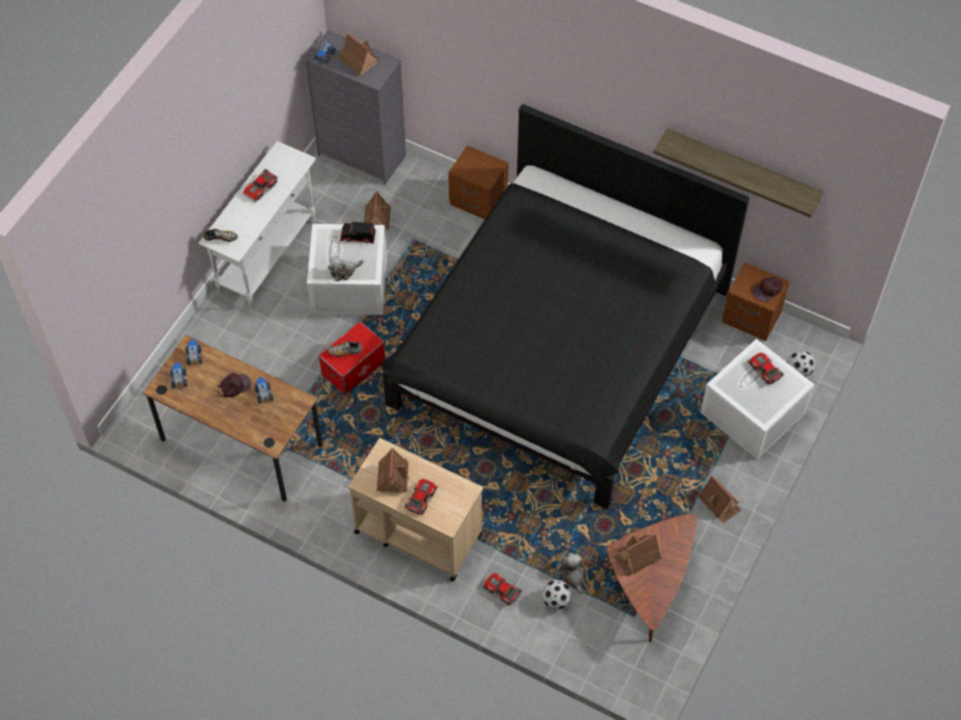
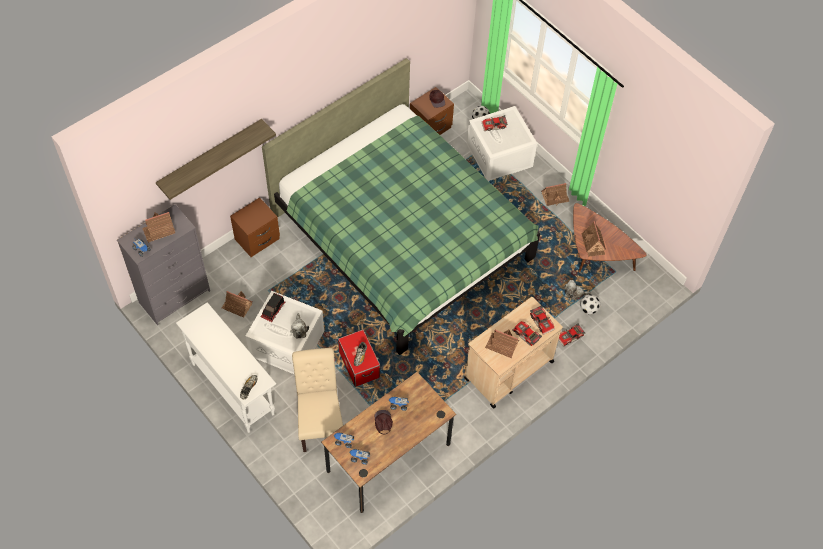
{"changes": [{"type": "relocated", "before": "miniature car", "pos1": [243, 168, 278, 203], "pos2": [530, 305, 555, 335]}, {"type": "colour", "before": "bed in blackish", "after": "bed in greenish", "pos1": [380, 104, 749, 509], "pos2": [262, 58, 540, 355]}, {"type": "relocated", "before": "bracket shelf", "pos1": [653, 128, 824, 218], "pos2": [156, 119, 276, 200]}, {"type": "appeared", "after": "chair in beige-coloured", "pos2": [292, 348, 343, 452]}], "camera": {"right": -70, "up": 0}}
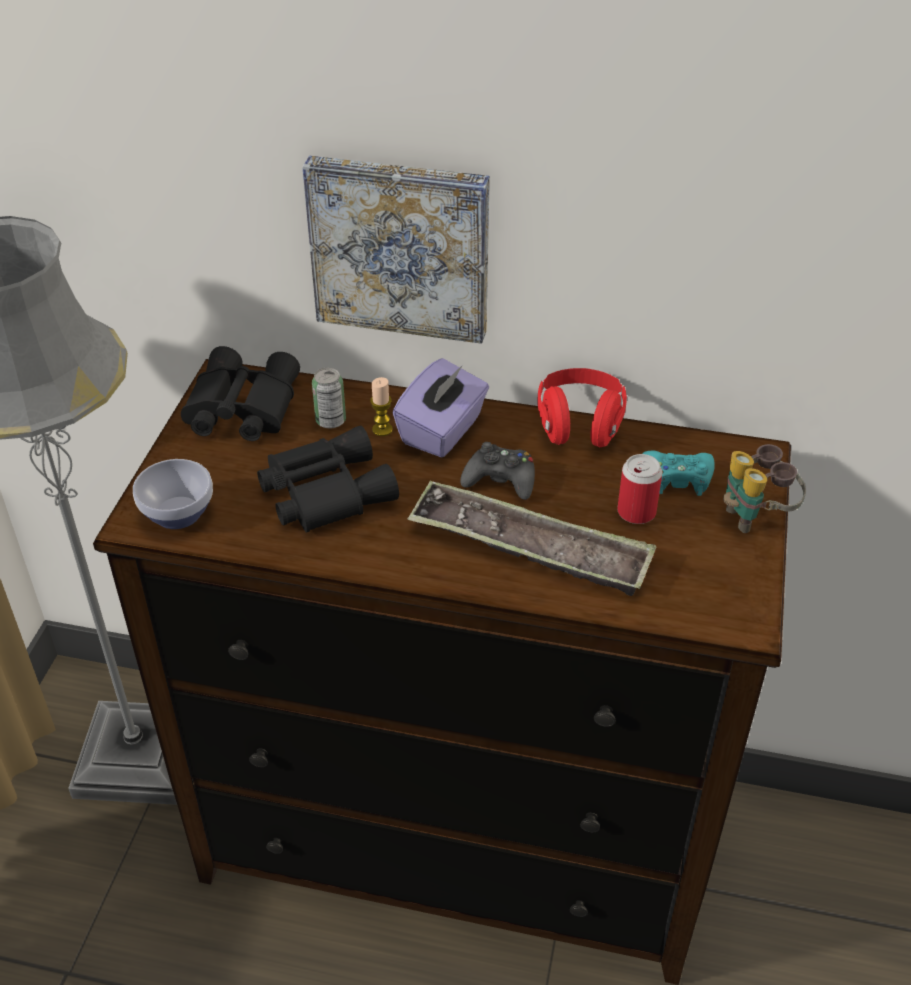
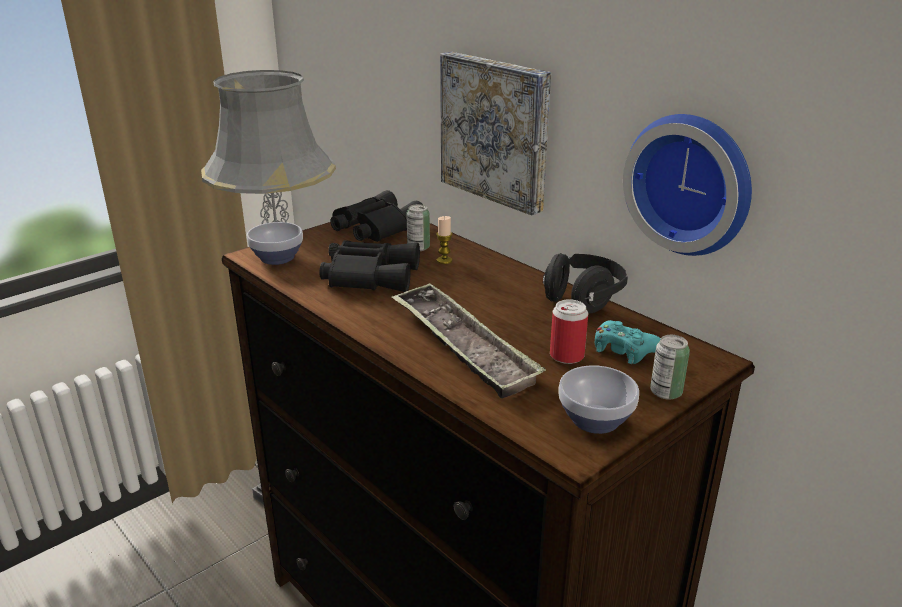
{"changes": [{"type": "missing", "before": "box of tissues in purple-coloured", "pos1": [393, 358, 489, 458]}, {"type": "missing", "before": "joypad in blackish", "pos1": [460, 442, 535, 500]}, {"type": "colour", "before": "headphones in red-coloured", "after": "headphones in blackish", "pos1": [537, 368, 627, 448], "pos2": [543, 253, 628, 313]}, {"type": "exchanged", "before": "field glasses", "after": "sealed can", "pos1": [723, 444, 806, 533], "pos2": [650, 335, 690, 400]}, {"type": "appeared", "after": "serving bowl", "pos2": [558, 365, 639, 434]}, {"type": "appeared", "after": "hanging clock", "pos2": [623, 114, 752, 256]}], "camera": {"right": 35, "up": -15}}
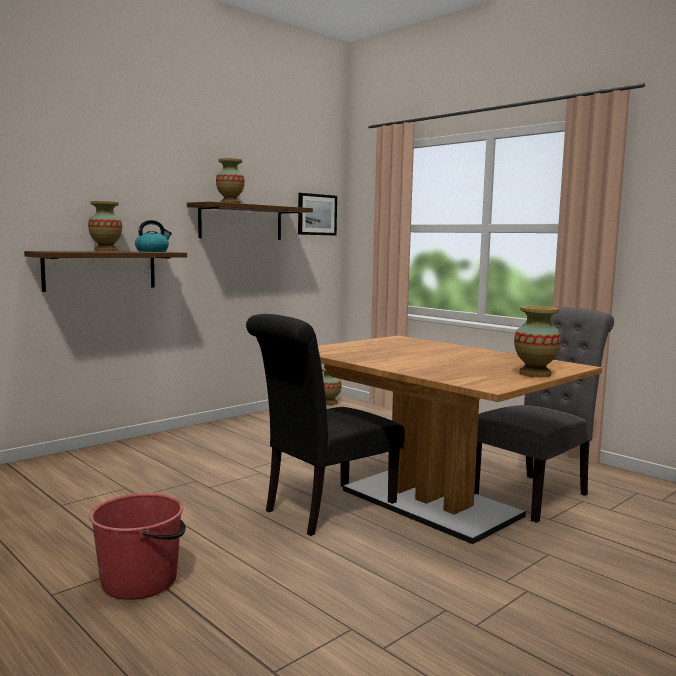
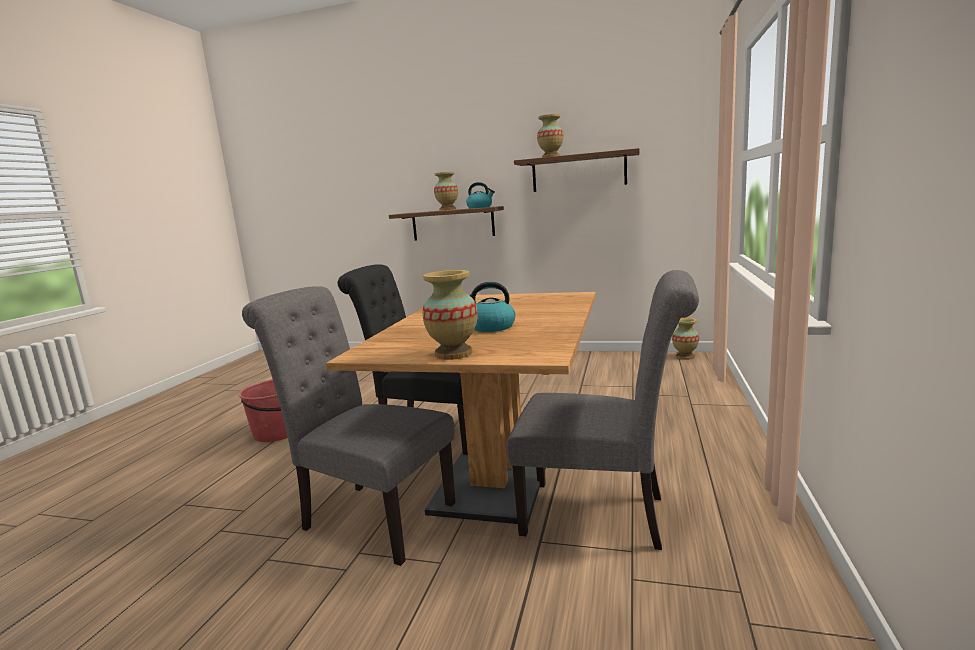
{"changes": [{"type": "missing", "before": "picture", "pos1": [298, 193, 337, 236]}, {"type": "appeared", "after": "chair in grey", "pos2": [242, 286, 456, 566]}, {"type": "appeared", "after": "water kettle", "pos2": [470, 282, 516, 332]}], "camera": {"right": 60, "up": 5}}
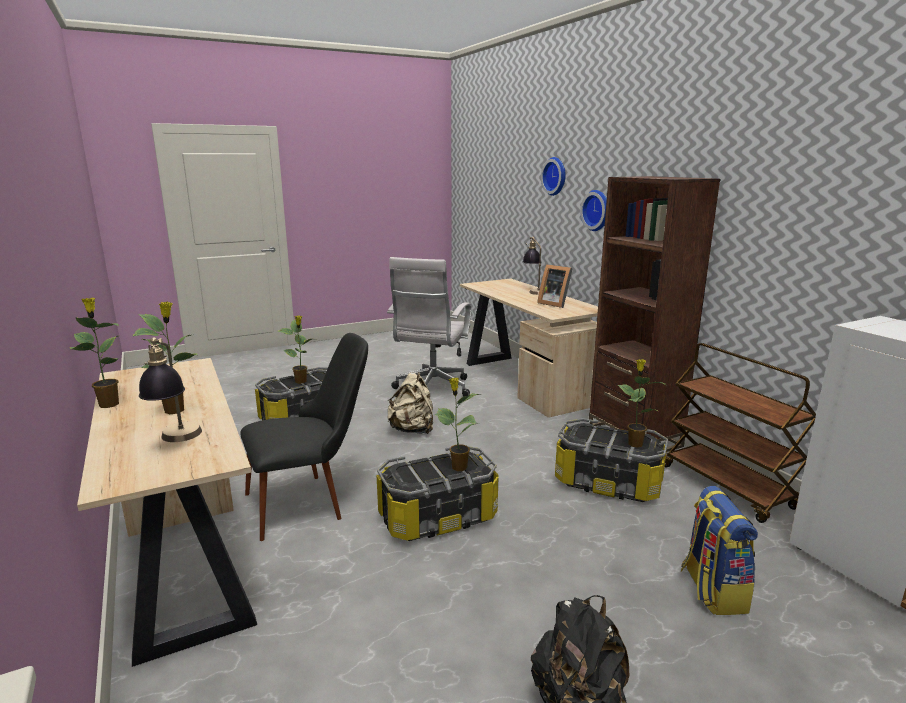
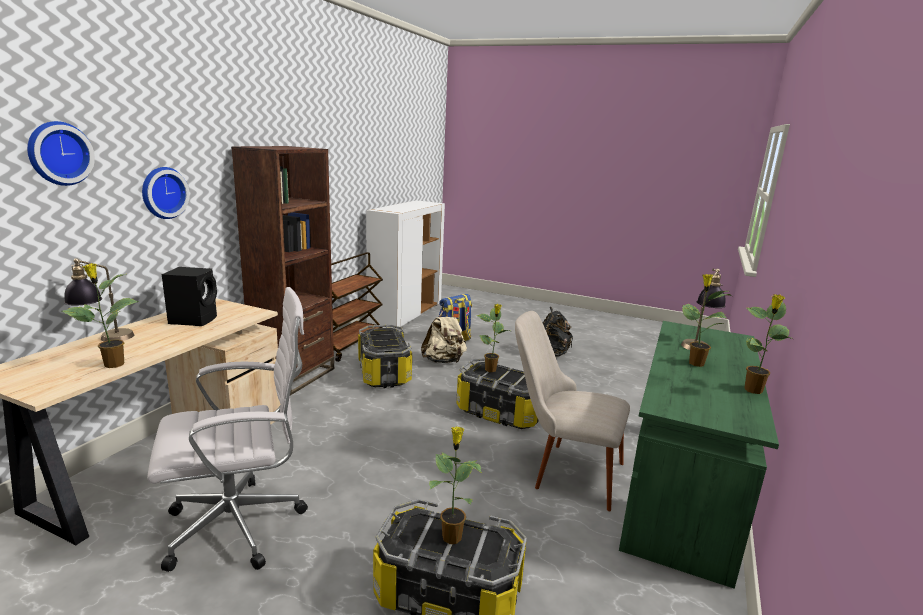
{"changes": [{"type": "colour", "before": "desk in beige-coloured", "after": "desk in greenish", "pos1": [77, 358, 257, 667], "pos2": [619, 321, 779, 589]}, {"type": "colour", "before": "chair in blackish", "after": "chair in beige-coloured", "pos1": [241, 333, 368, 541], "pos2": [515, 311, 630, 511]}, {"type": "relocated", "before": "rucksack in beige-coloured", "pos1": [387, 372, 433, 434], "pos2": [421, 310, 467, 363]}, {"type": "exchanged", "before": "photo frame", "after": "loudspeaker in blackish", "pos1": [537, 264, 573, 308], "pos2": [162, 267, 217, 326]}, {"type": "relocated", "before": "houseplant", "pos1": [618, 359, 668, 448], "pos2": [62, 263, 139, 368]}], "camera": {"right": -130, "up": 0}}
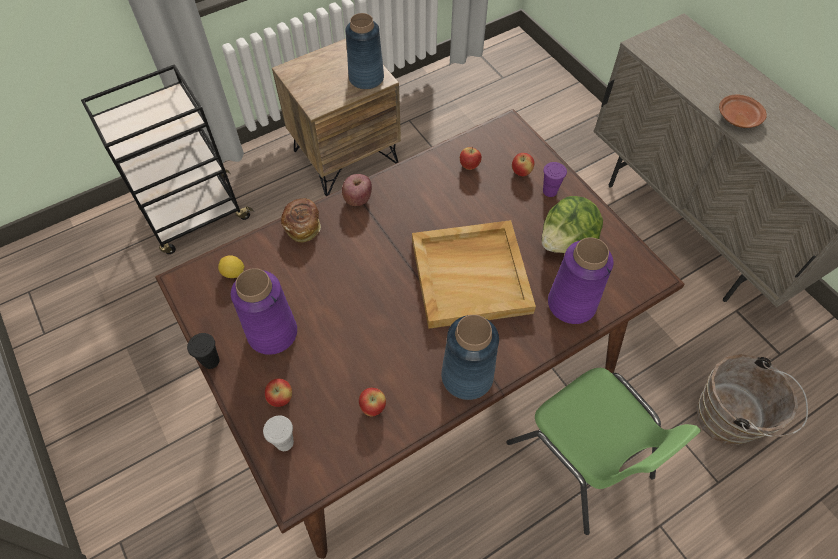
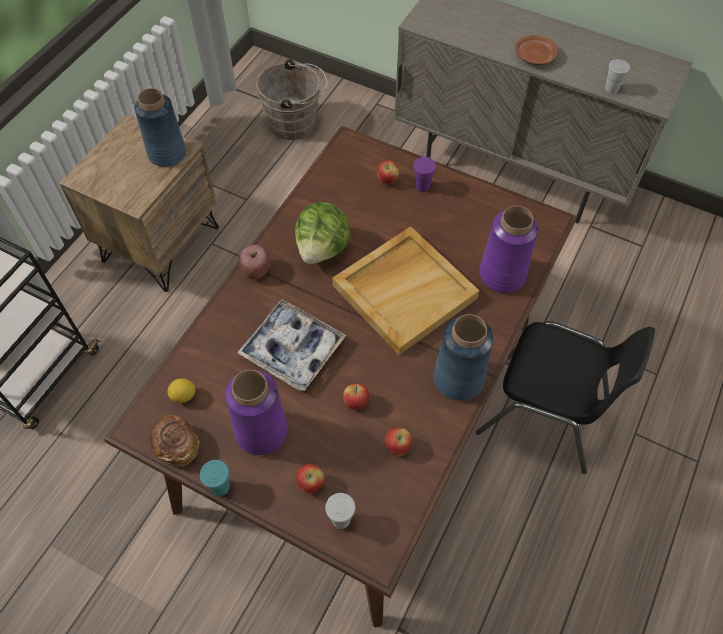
{"changes": [{"type": "colour", "before": "cup in blackish", "after": "cup in blue-green", "pos1": [187, 333, 219, 369], "pos2": [200, 460, 230, 496]}, {"type": "relocated", "before": "bread", "pos1": [281, 198, 321, 243], "pos2": [150, 415, 200, 467]}, {"type": "relocated", "before": "apple", "pos1": [460, 147, 482, 170], "pos2": [343, 384, 369, 410]}, {"type": "colour", "before": "chair in greenish", "after": "chair in blackish", "pos1": [507, 368, 701, 535], "pos2": [476, 321, 655, 474]}, {"type": "relocated", "before": "lettuce", "pos1": [542, 196, 603, 253], "pos2": [295, 202, 351, 264]}, {"type": "relocated", "before": "pail in brown", "pos1": [697, 354, 808, 445], "pos2": [256, 59, 328, 140]}, {"type": "appeared", "after": "carrying tray", "pos2": [237, 300, 346, 391]}, {"type": "appeared", "after": "cup in white-coloured", "pos2": [605, 59, 630, 94]}], "camera": {"right": -30, "up": 0}}
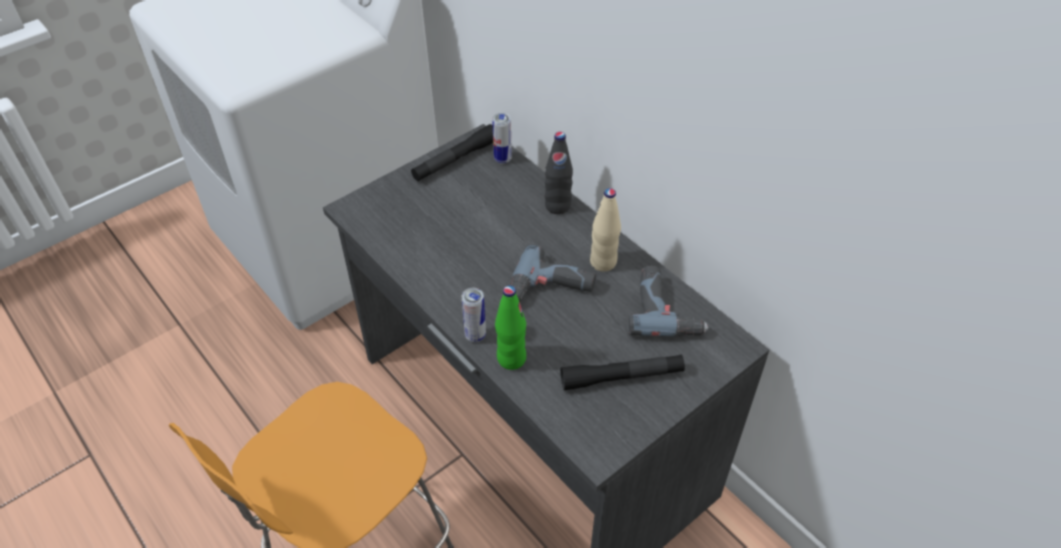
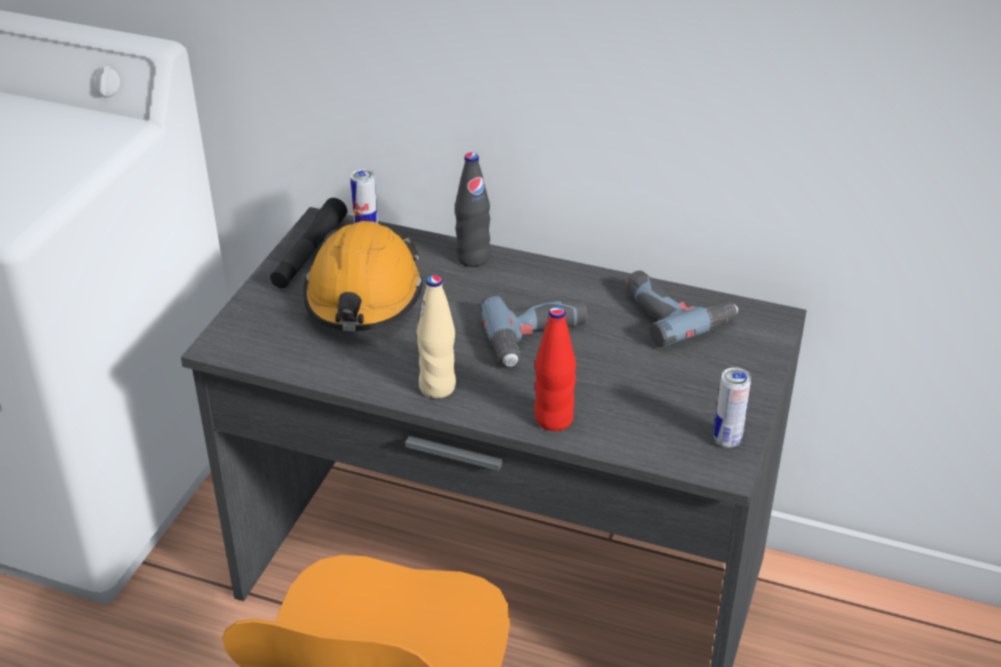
{"changes": [{"type": "relocated", "before": "sealed can", "pos1": [462, 288, 486, 342], "pos2": [714, 367, 751, 448]}, {"type": "colour", "before": "beverage bottle in greenish", "after": "beverage bottle in red-coloured", "pos1": [495, 285, 526, 370], "pos2": [534, 306, 576, 431]}, {"type": "missing", "before": "hand torch in blackish", "pos1": [560, 355, 685, 390]}, {"type": "relocated", "before": "beverage bottle in beige-coloured", "pos1": [590, 188, 621, 272], "pos2": [416, 275, 456, 398]}, {"type": "appeared", "after": "work helmet in orange", "pos2": [303, 221, 423, 331]}], "camera": {"right": -30, "up": -10}}
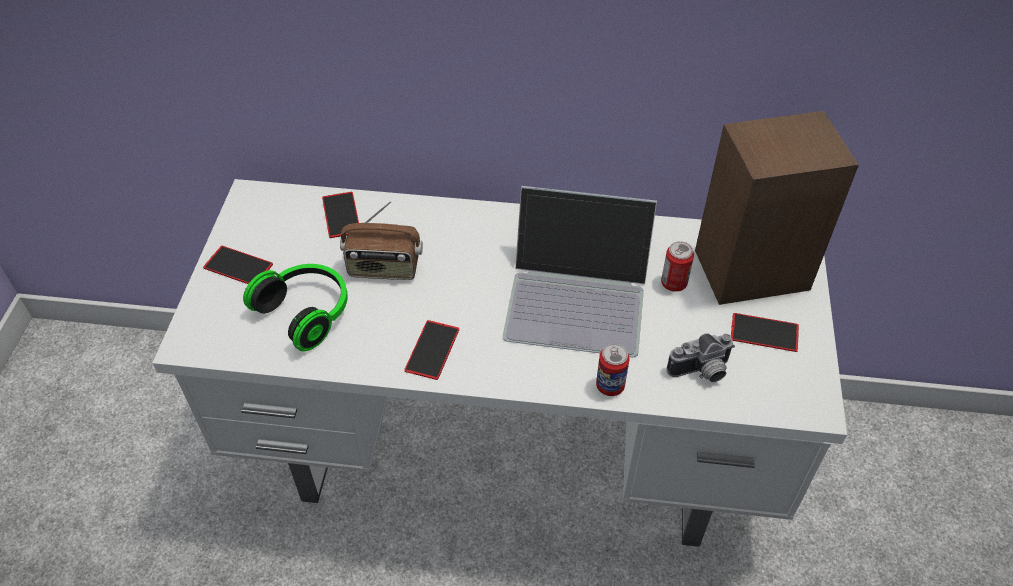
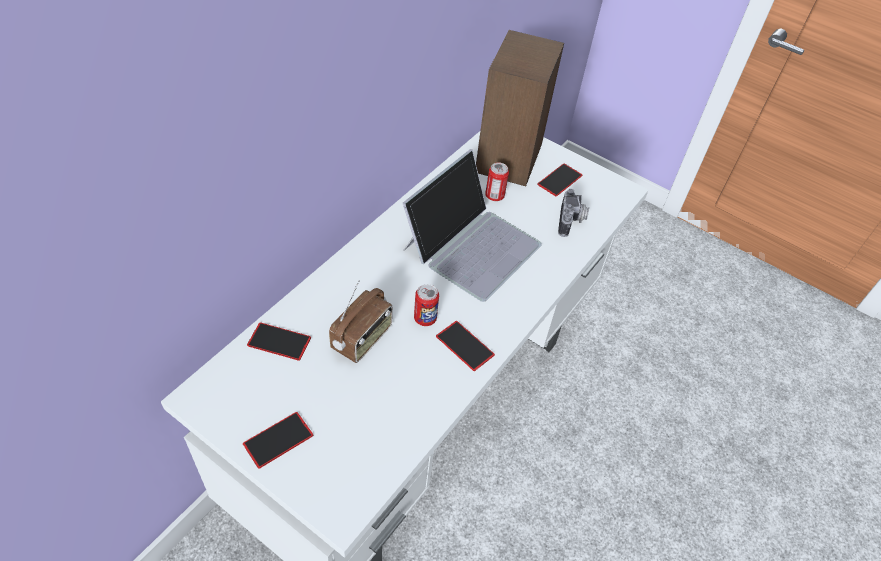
{"changes": [{"type": "missing", "before": "headphones", "pos1": [243, 264, 348, 351]}, {"type": "relocated", "before": "sealed can", "pos1": [596, 344, 630, 396], "pos2": [414, 284, 439, 326]}], "camera": {"right": -65, "up": 0}}
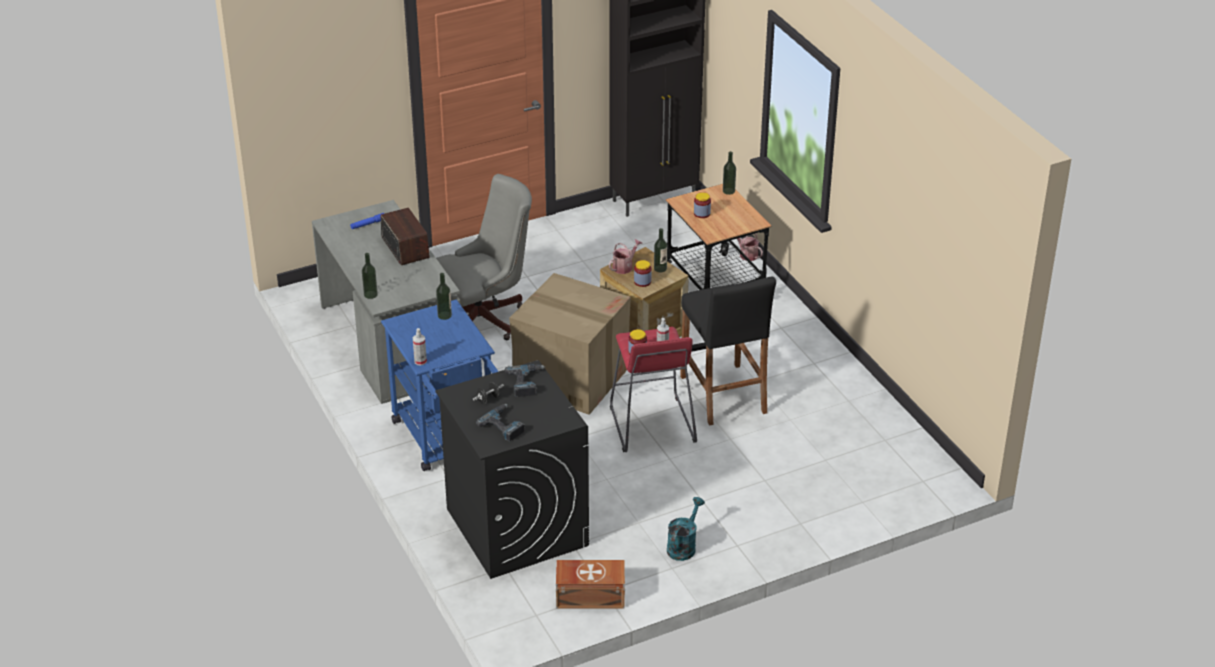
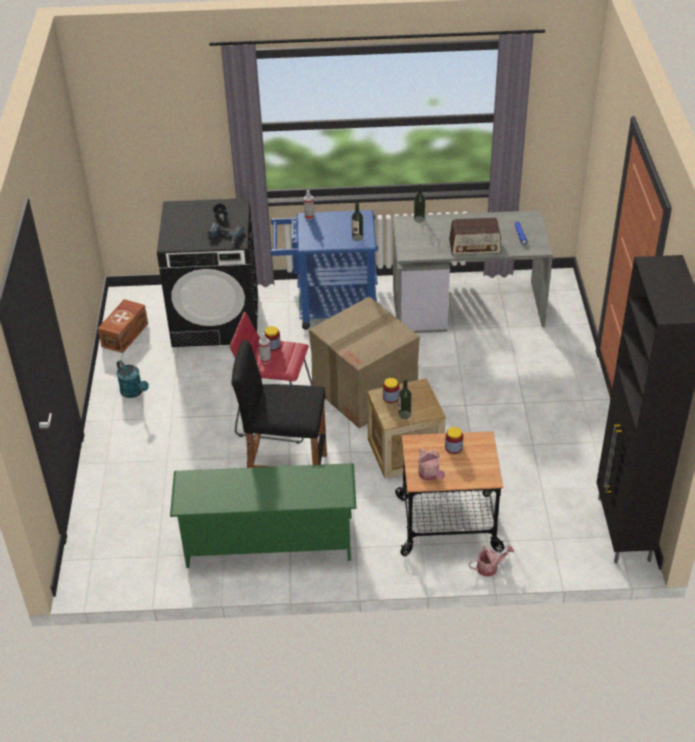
{"changes": [{"type": "missing", "before": "desk chair in grey", "pos1": [436, 174, 532, 340]}, {"type": "missing", "before": "drill", "pos1": [476, 404, 525, 442]}, {"type": "relocated", "before": "sprinkling can", "pos1": [609, 239, 642, 274], "pos2": [418, 448, 445, 481]}, {"type": "missing", "before": "beverage bottle", "pos1": [723, 151, 736, 195]}, {"type": "appeared", "after": "shoe shelf in greenish", "pos2": [170, 463, 357, 568]}], "camera": {"right": 115, "up": 5}}
